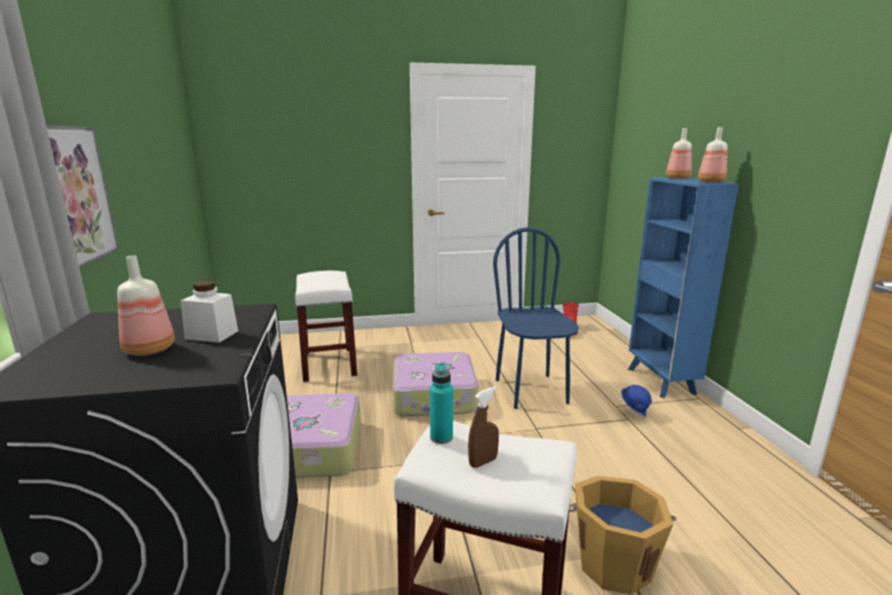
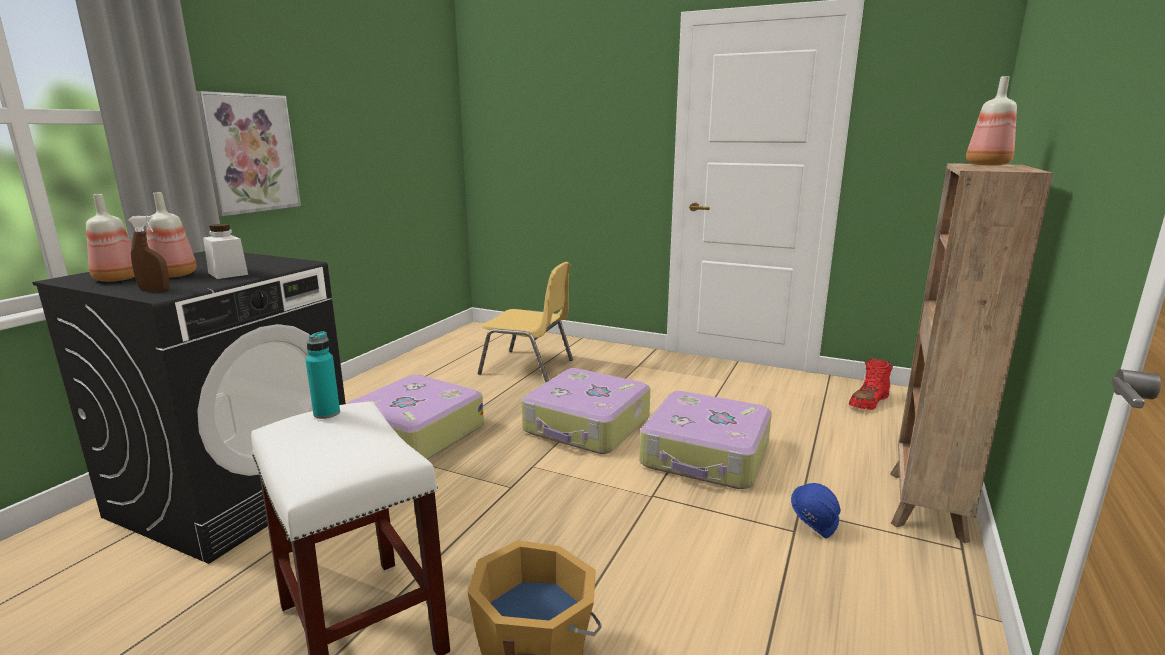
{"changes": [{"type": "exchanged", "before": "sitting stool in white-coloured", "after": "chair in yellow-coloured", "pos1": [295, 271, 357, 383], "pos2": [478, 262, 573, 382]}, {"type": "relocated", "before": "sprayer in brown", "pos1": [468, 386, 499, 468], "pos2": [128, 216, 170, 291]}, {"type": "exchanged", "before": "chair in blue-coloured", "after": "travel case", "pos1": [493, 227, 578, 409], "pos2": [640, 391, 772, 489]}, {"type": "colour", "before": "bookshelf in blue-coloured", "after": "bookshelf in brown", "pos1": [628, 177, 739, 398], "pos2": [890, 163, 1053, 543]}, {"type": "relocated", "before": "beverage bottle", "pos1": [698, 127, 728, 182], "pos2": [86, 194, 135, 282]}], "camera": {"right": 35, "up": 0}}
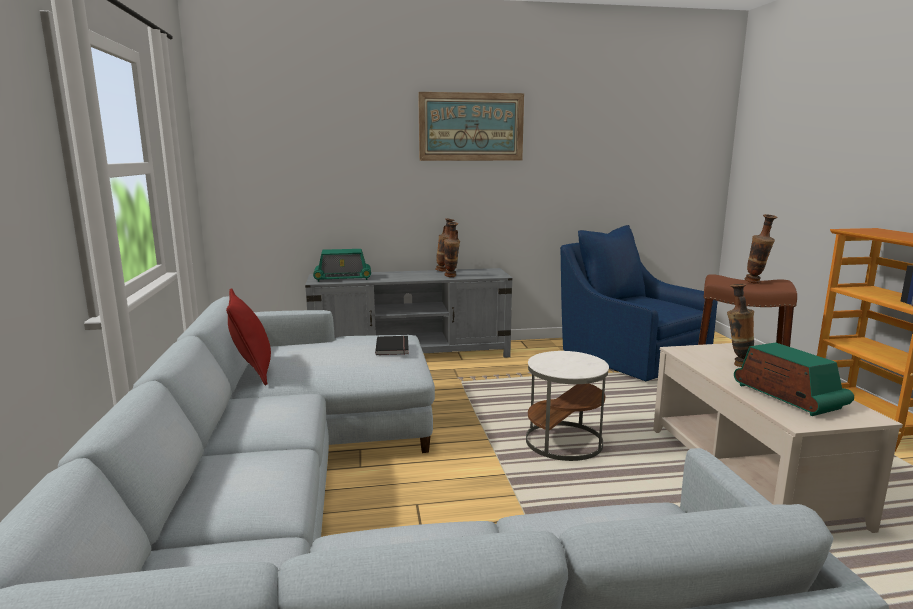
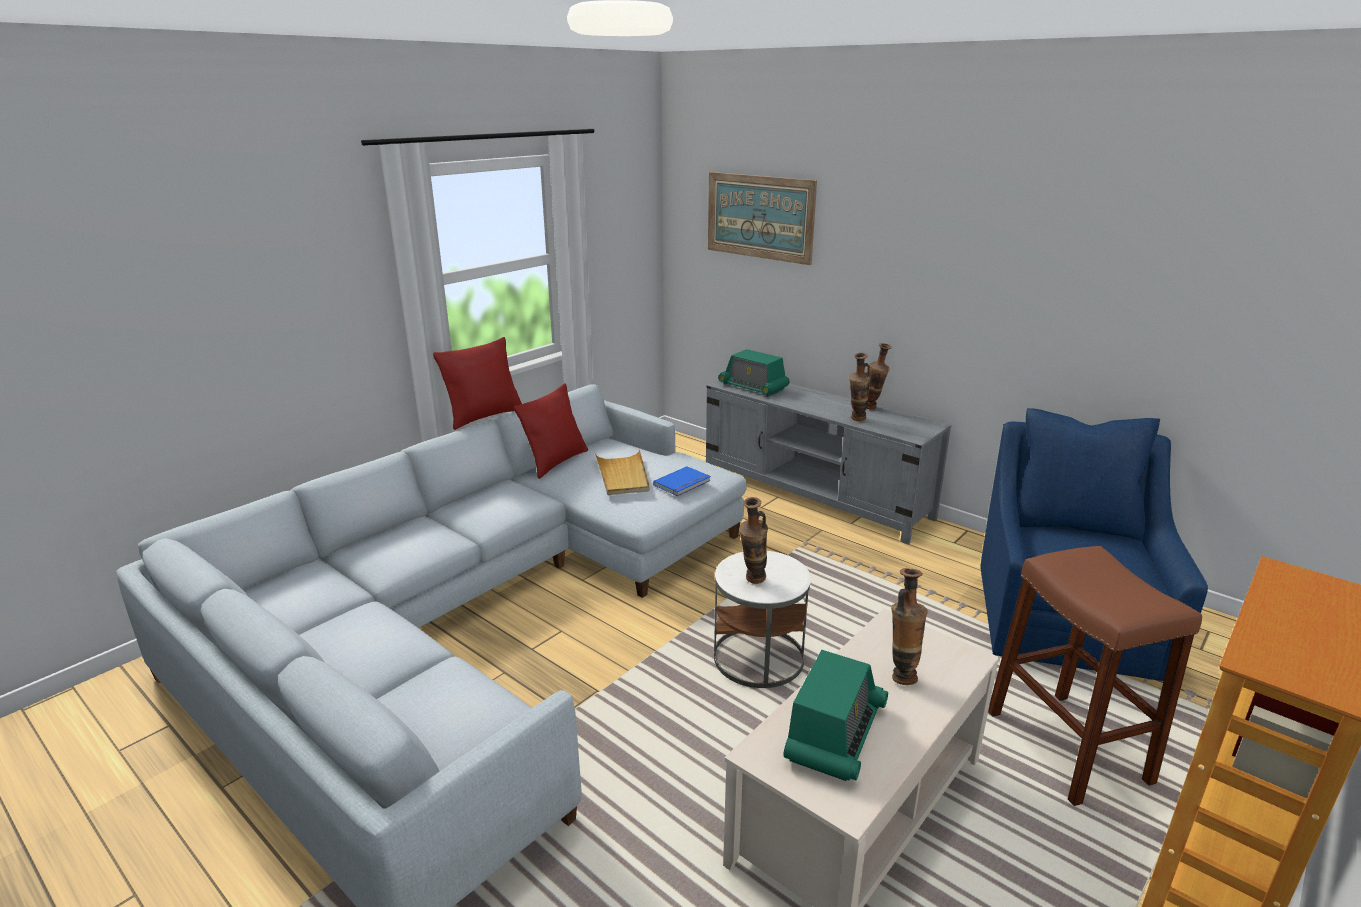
{"changes": [{"type": "colour", "before": "book in blackish", "after": "book in blue-coloured", "pos1": [375, 336, 409, 355], "pos2": [653, 466, 711, 496]}, {"type": "relocated", "before": "picture", "pos1": [418, 92, 524, 161], "pos2": [708, 172, 817, 265]}, {"type": "relocated", "before": "flower vase", "pos1": [745, 214, 777, 284], "pos2": [739, 497, 768, 584]}, {"type": "appeared", "after": "throw pillow in red-coloured", "pos2": [433, 337, 522, 430]}, {"type": "appeared", "after": "carrying tray in beige-coloured", "pos2": [595, 450, 650, 495]}], "camera": {"right": 50, "up": 10}}
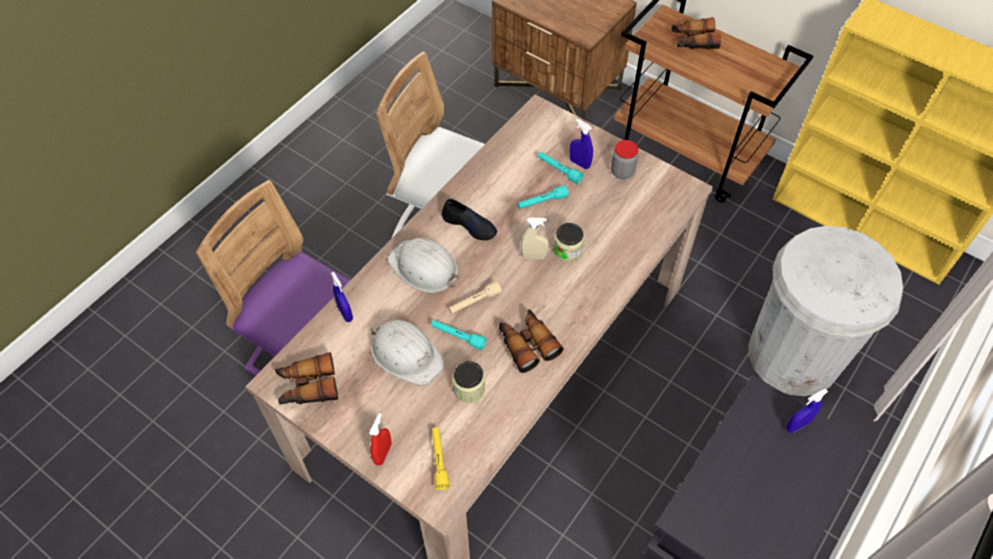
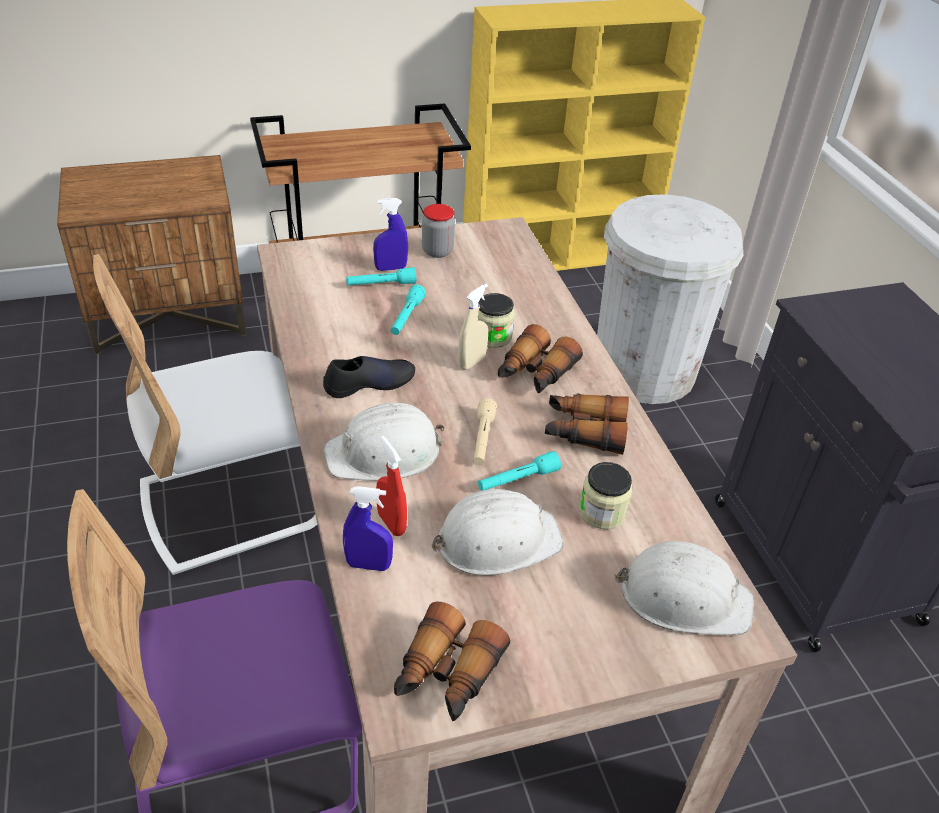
{"changes": [{"type": "relocated", "before": "sprayer in red-coloured", "pos1": [369, 413, 391, 466], "pos2": [376, 436, 407, 536]}, {"type": "exchanged", "before": "hand torch in yellow-coloured", "after": "work helmet in white-coloured", "pos1": [432, 428, 450, 490], "pos2": [615, 541, 754, 635]}, {"type": "relocated", "before": "field glasses", "pos1": [671, 17, 721, 49], "pos2": [498, 324, 583, 393]}, {"type": "missing", "before": "sprayer in blue-coloured", "pos1": [786, 389, 828, 433]}], "camera": {"right": -55, "up": -15}}
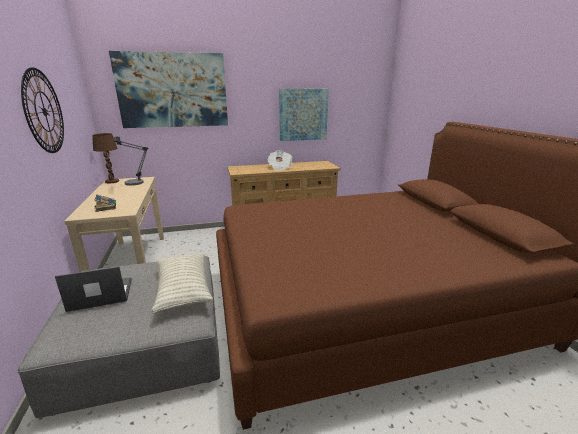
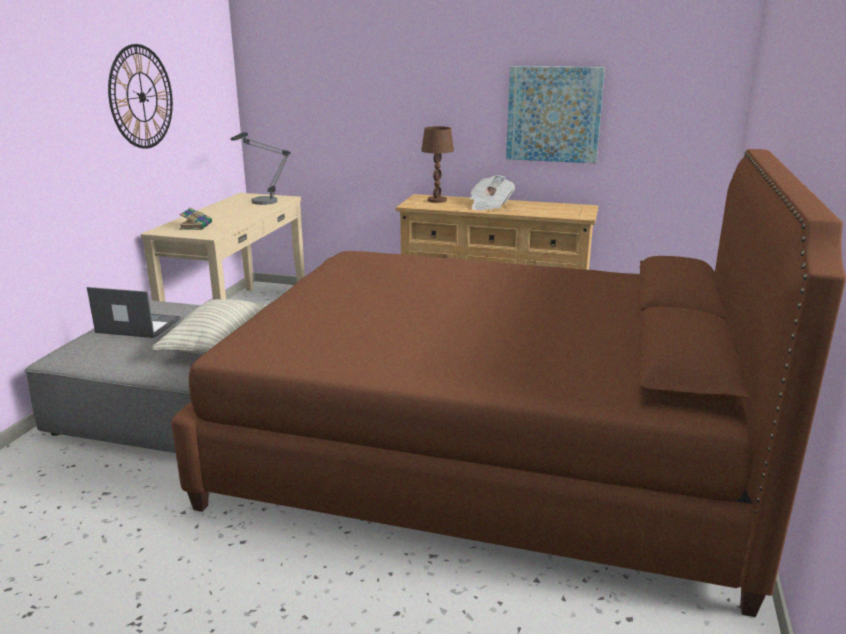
{"changes": [{"type": "relocated", "before": "table lamp in brown", "pos1": [92, 133, 119, 183], "pos2": [421, 126, 454, 203]}, {"type": "missing", "before": "picture", "pos1": [109, 51, 228, 128]}], "camera": {"right": 30, "up": 0}}
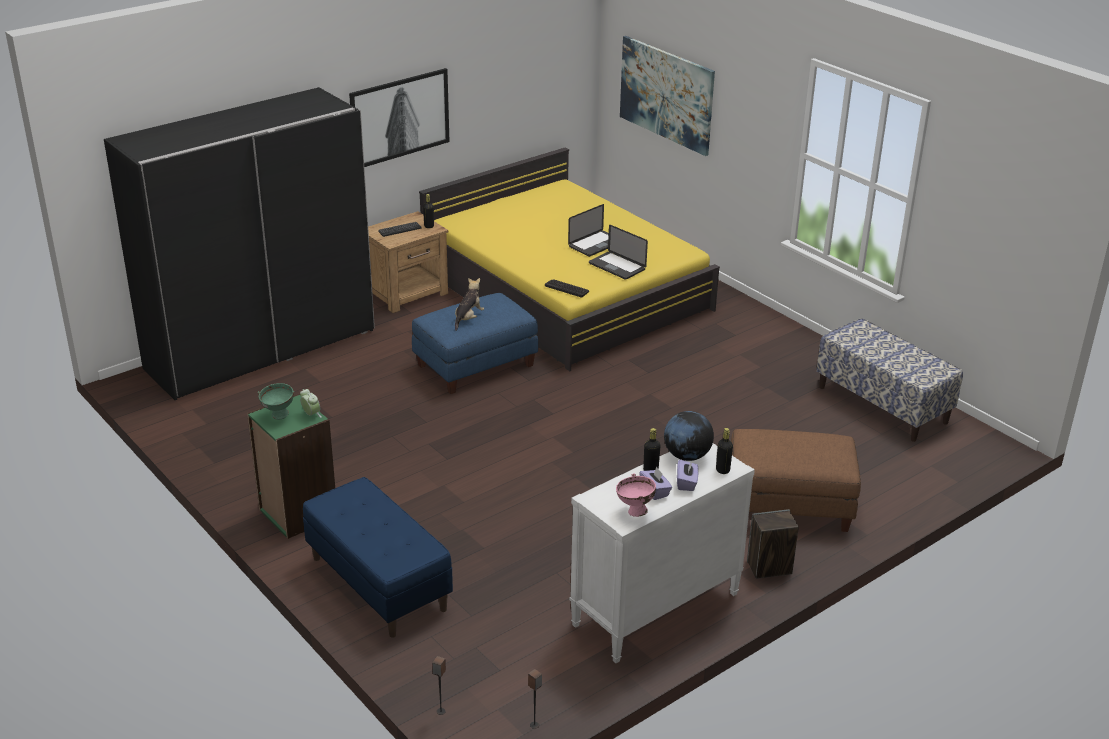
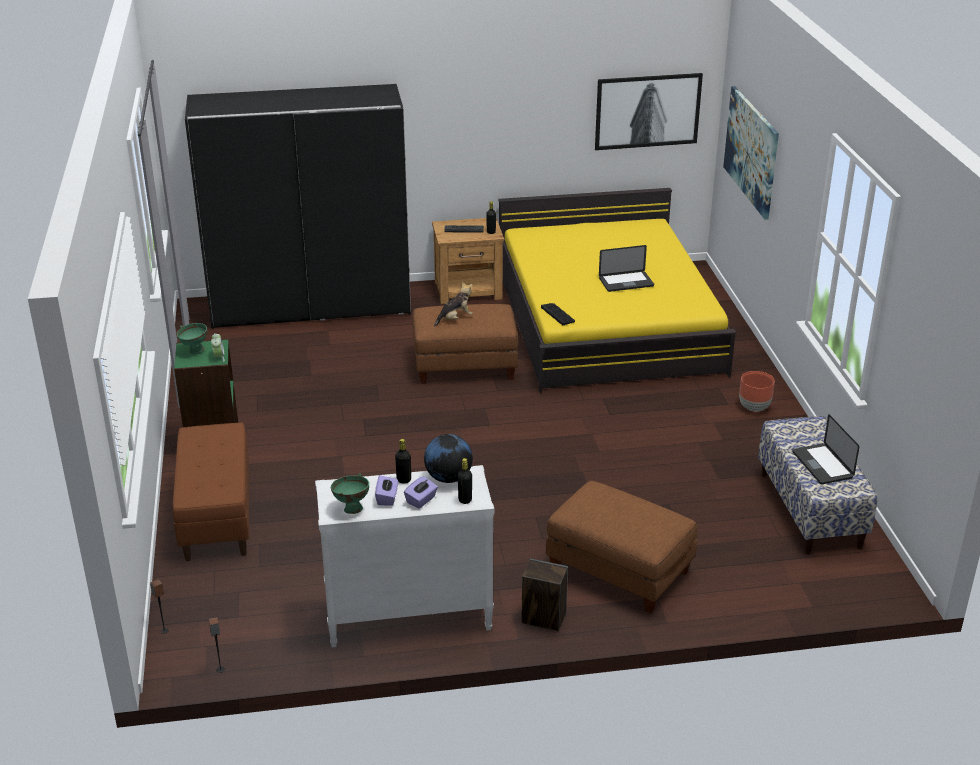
{"changes": [{"type": "colour", "before": "long seat in blue-coloured", "after": "long seat in brown", "pos1": [303, 477, 453, 638], "pos2": [173, 423, 249, 561]}, {"type": "relocated", "before": "picture", "pos1": [349, 68, 450, 167], "pos2": [595, 73, 703, 150]}, {"type": "colour", "before": "pouffe in blue-coloured", "after": "pouffe in brown", "pos1": [412, 293, 538, 394], "pos2": [412, 304, 518, 384]}, {"type": "relocated", "before": "notebook computer", "pos1": [589, 225, 648, 280], "pos2": [792, 414, 859, 484]}, {"type": "colour", "before": "serving bowl in pink", "after": "serving bowl in greenish", "pos1": [616, 473, 656, 517], "pos2": [331, 473, 369, 514]}, {"type": "appeared", "after": "plant pot in brown", "pos2": [739, 371, 775, 411]}], "camera": {"right": 30, "up": 0}}
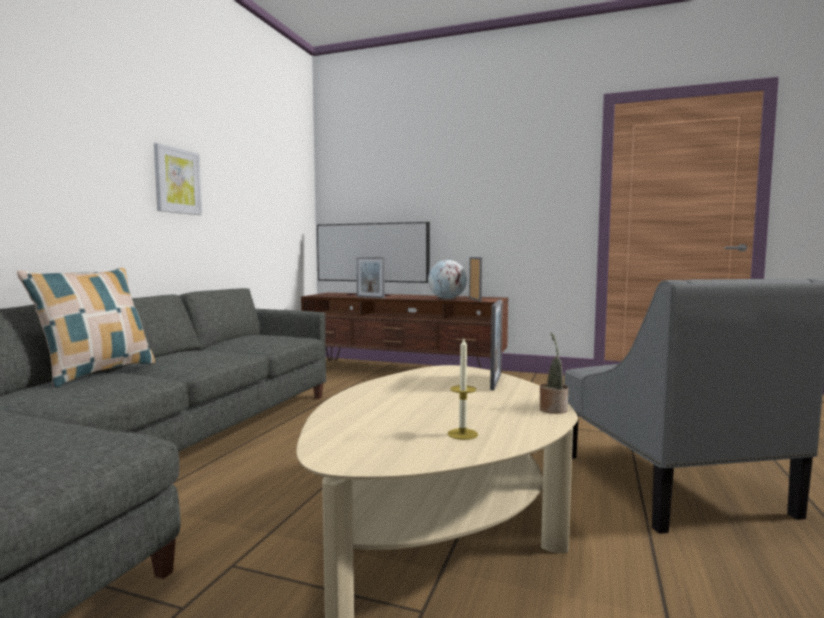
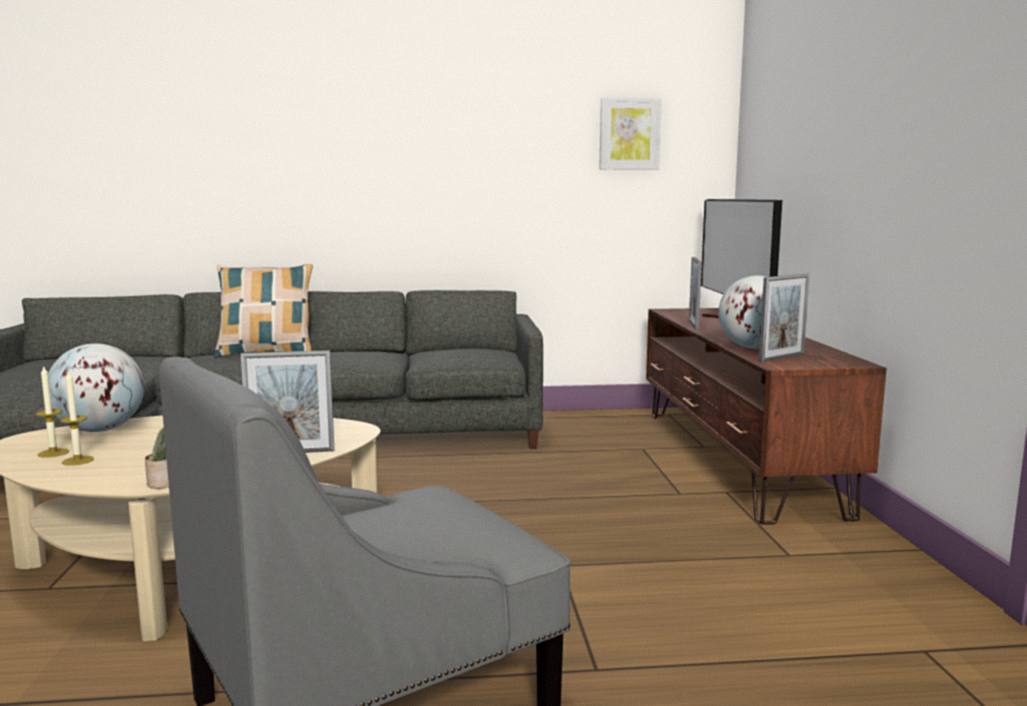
{"changes": [{"type": "relocated", "before": "picture", "pos1": [154, 143, 202, 215], "pos2": [599, 98, 662, 170]}, {"type": "appeared", "after": "wax candle", "pos2": [35, 365, 69, 458]}, {"type": "appeared", "after": "desk globe", "pos2": [48, 343, 144, 432]}], "camera": {"right": 65, "up": 5}}
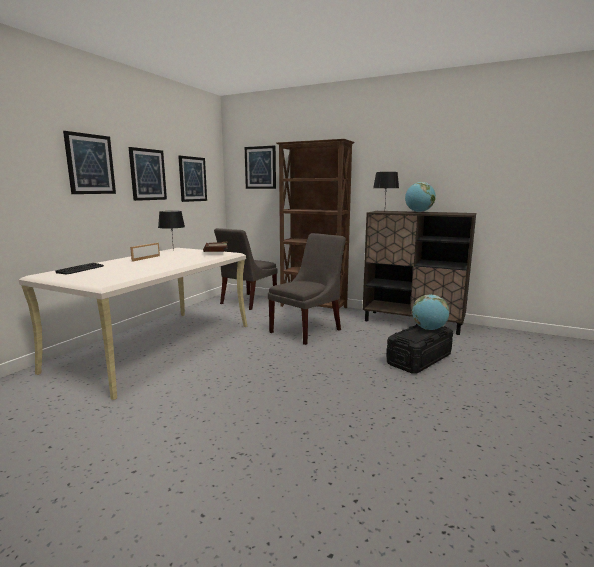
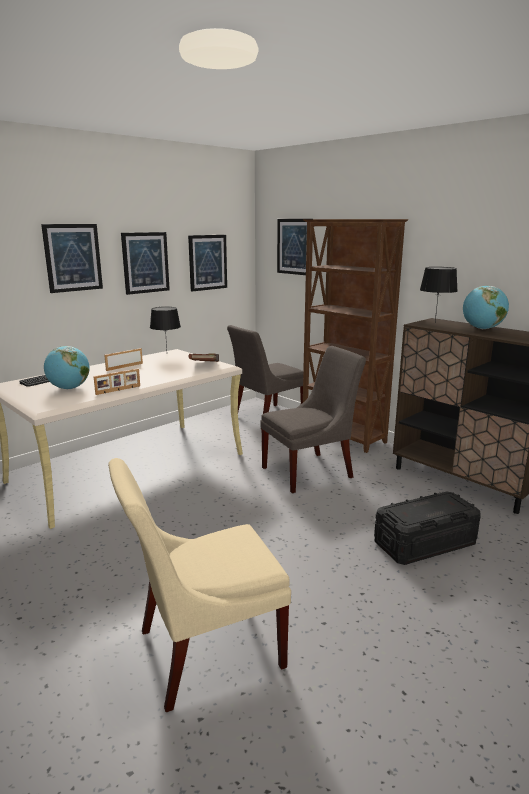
{"changes": [{"type": "relocated", "before": "desk globe", "pos1": [412, 295, 449, 330], "pos2": [44, 346, 90, 389]}, {"type": "appeared", "after": "photo frame", "pos2": [93, 369, 140, 395]}, {"type": "appeared", "after": "chair in beige-coloured", "pos2": [108, 458, 291, 712]}], "camera": {"right": 20, "up": 5}}
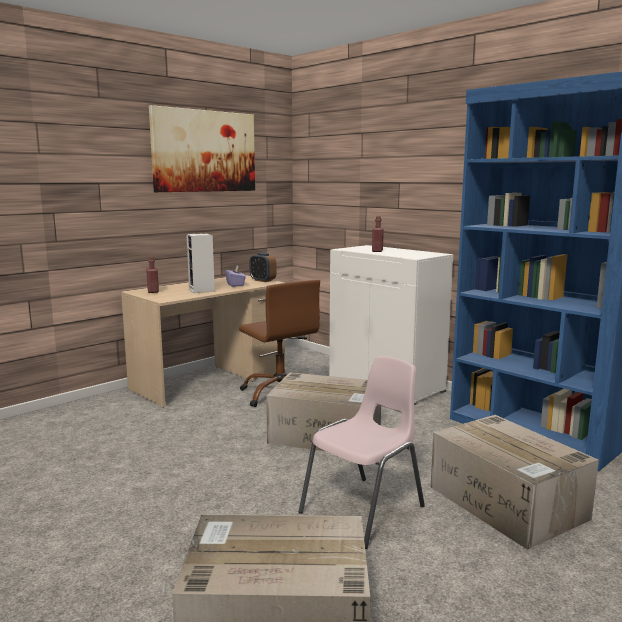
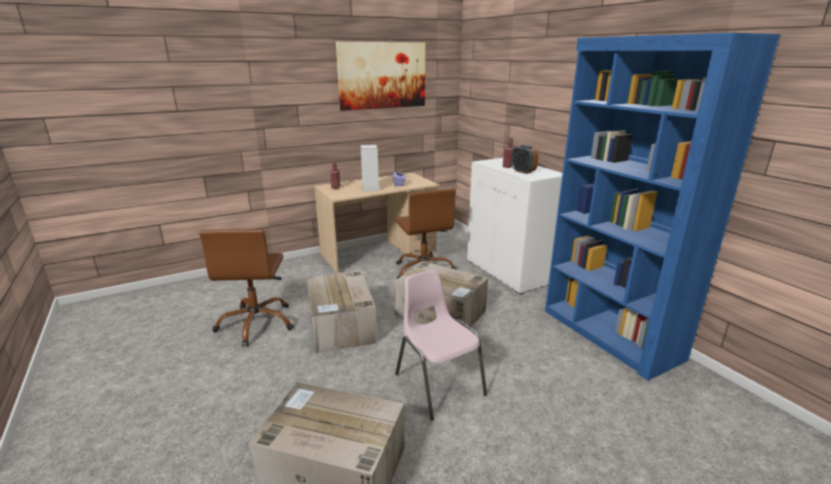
{"changes": [{"type": "relocated", "before": "bedside clock", "pos1": [249, 253, 277, 282], "pos2": [511, 145, 539, 174]}, {"type": "spun", "before": "chair in pink", "pos1": [299, 356, 425, 549], "pos2": [395, 270, 487, 420], "turn": -90}, {"type": "relocated", "before": "cardboard box", "pos1": [431, 415, 599, 550], "pos2": [307, 270, 377, 353]}, {"type": "appeared", "after": "desk chair in brown", "pos2": [199, 229, 294, 347]}], "camera": {"right": 15, "up": 10}}
